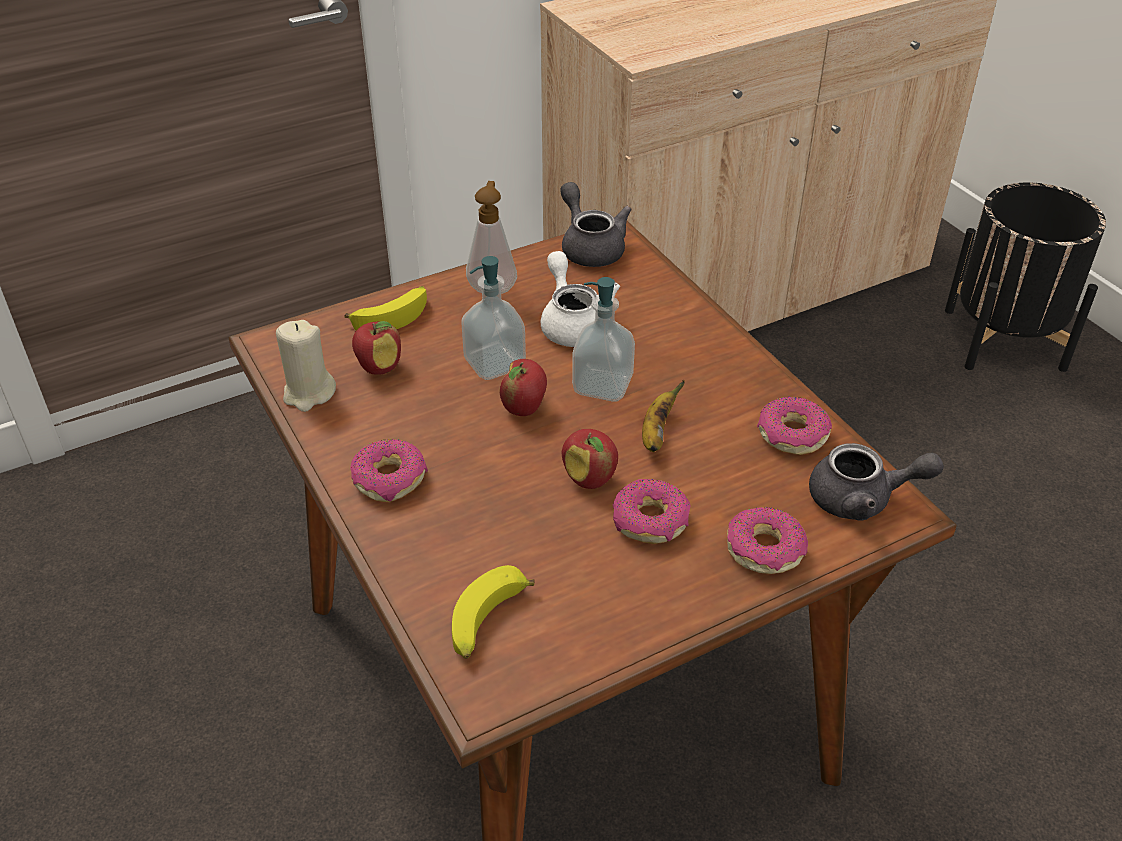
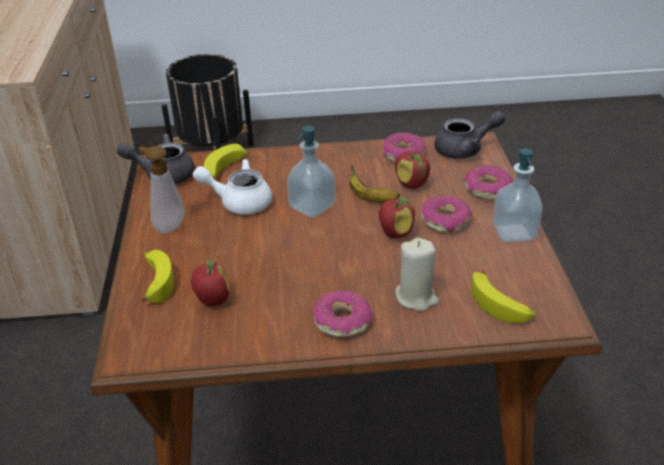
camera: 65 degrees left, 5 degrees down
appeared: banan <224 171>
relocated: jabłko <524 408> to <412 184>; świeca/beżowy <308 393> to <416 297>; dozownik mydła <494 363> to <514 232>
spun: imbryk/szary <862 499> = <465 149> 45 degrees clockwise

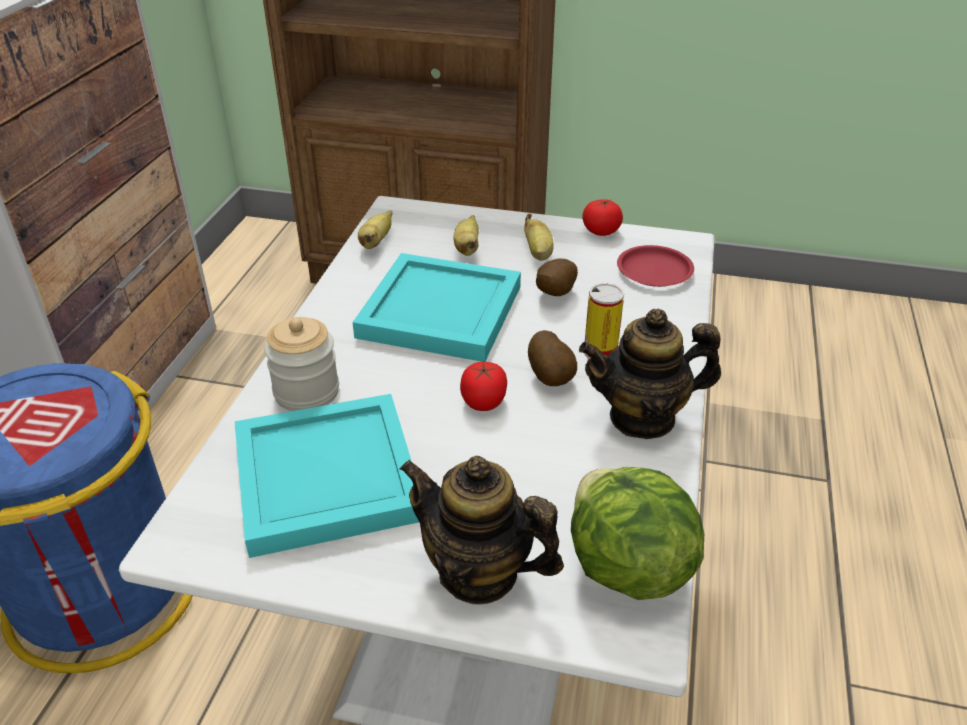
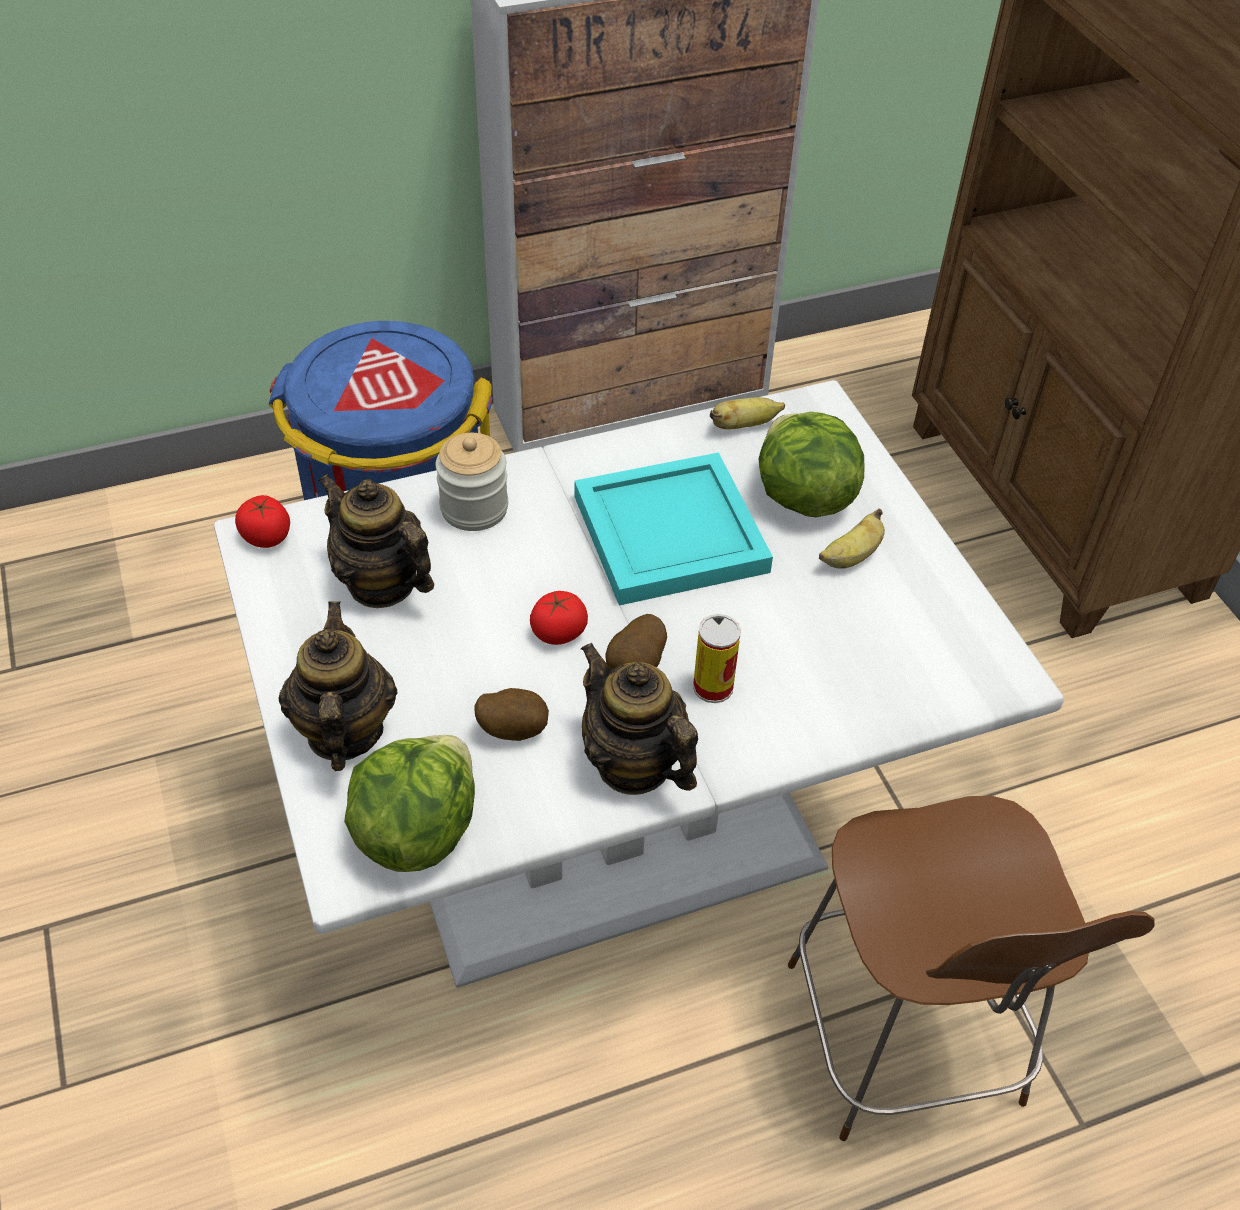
camera: 55 degrees right, 10 degrees up
missing: talerz/czerwony <654 271>
appeared: krzesło/brązowy <906 1042>
relocated: pomidor <601 231> to <266 537>; ziemniak <553 294> to <513 729>
exchanged: taca/turkusowy <330 478> to imbryk <382 583>; banan <467 248> to sałata <802 497>

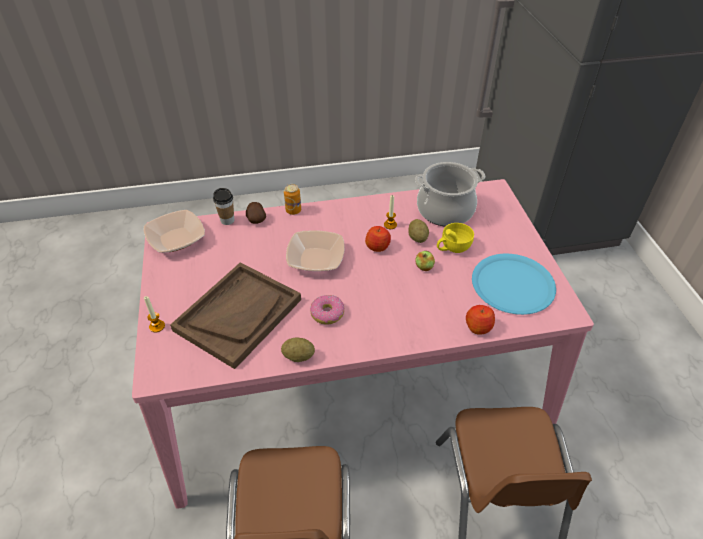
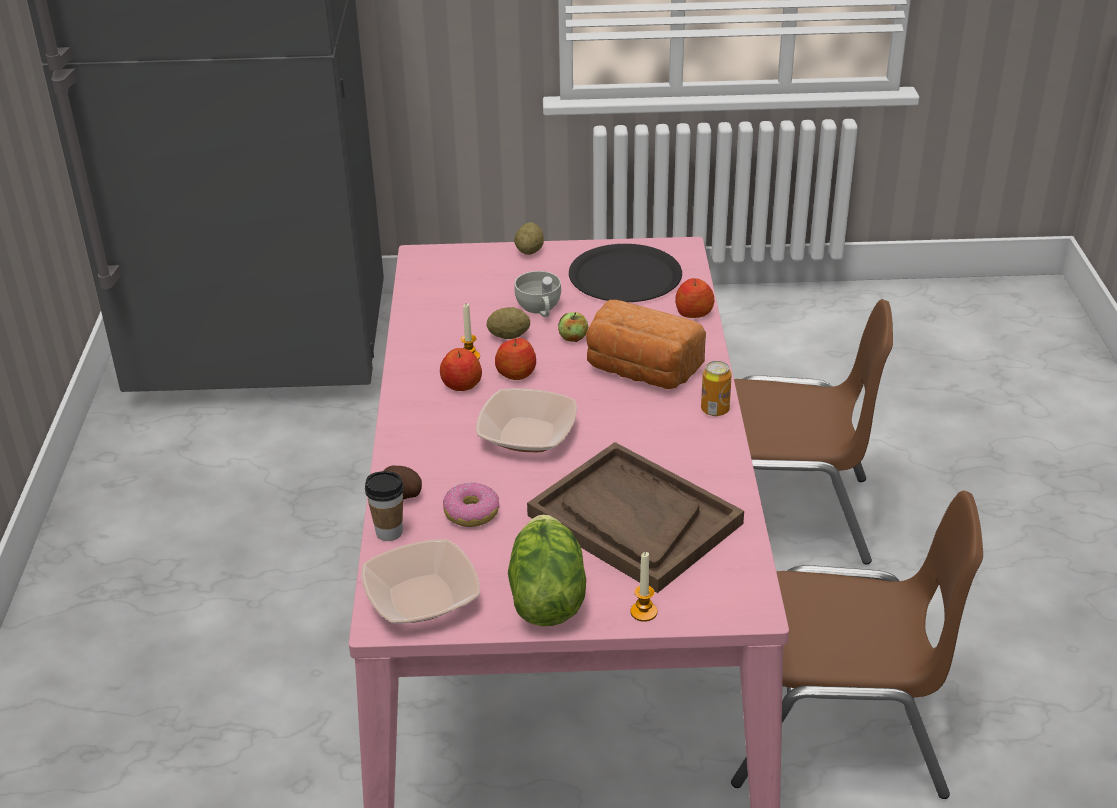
camera: 80 degrees left, 10 degrees down
missing: garnek <445 210>
appeared: jabłko <461 385>; sałata <545 598>; chleb <640 371>
relocated: donut <327 314> to <472 513>; ziemniak <298 356> to <529 251>; puszka <293 210> to <715 410>
colour: filiżanka/żółty <452 248> to filiżanka/biały <540 310>; talerz/niebieski <512 284> to talerz/czarny <625 276>

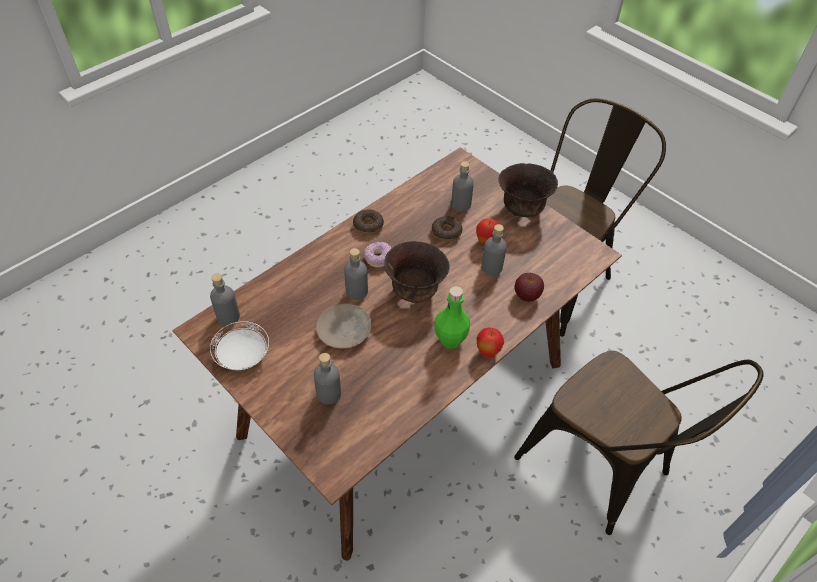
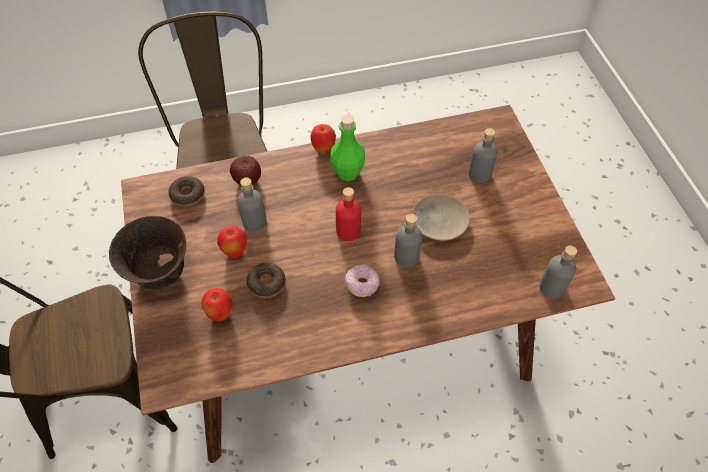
camera: 150 degrees left, 5 degrees up
missing: talerz/biały <242 355>
relocated: donut <368 225> to <187 195>
exchanged: butelka/szary <461 204> to jabłko <220 314>; miska/brązowy <414 291> to butelka/czerwony <348 231>

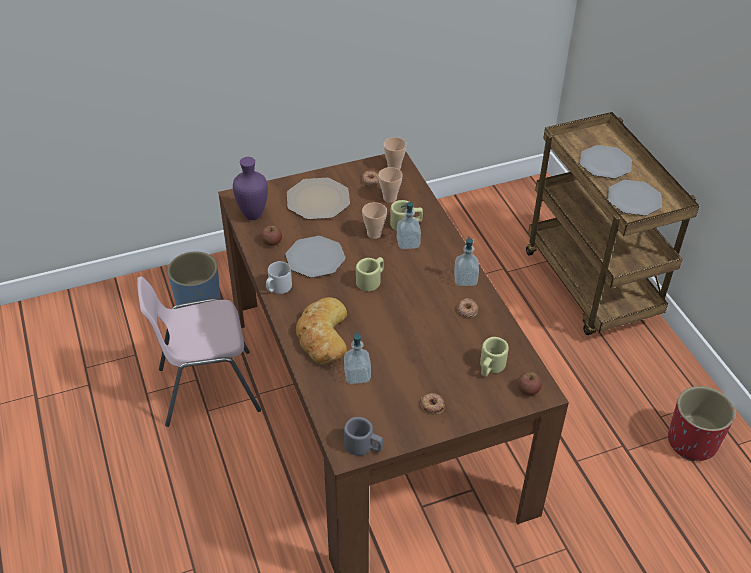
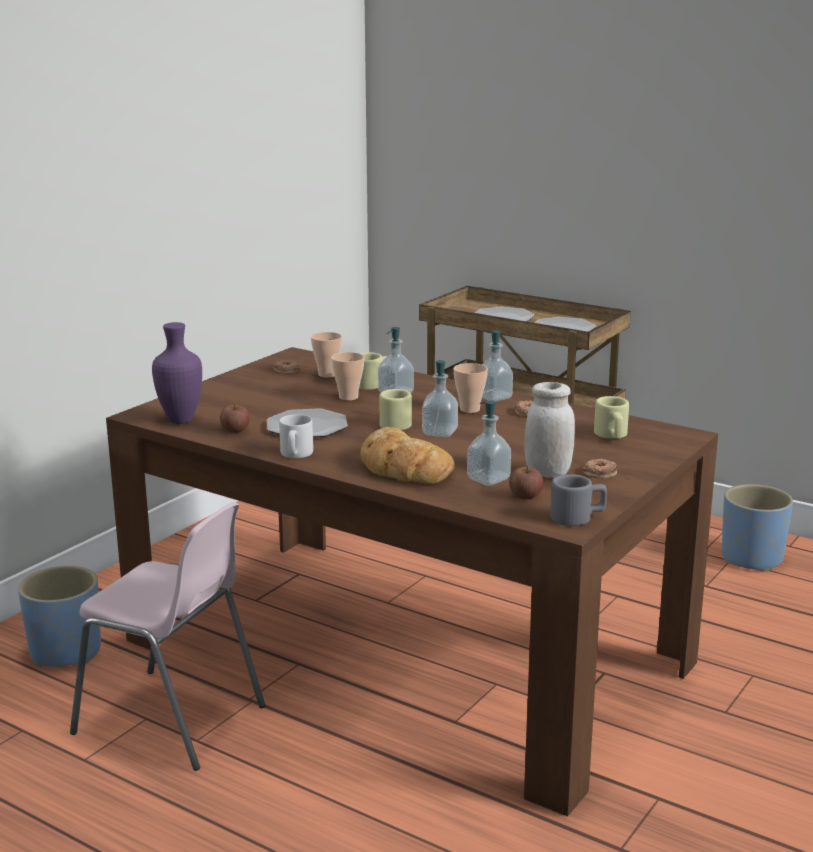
camera: 35 degrees left, 25 degrees down
missing: talerz <318 199>
appeared: dozownik mydła <440 432>; słoik/biały <548 472>
relocated: filiżanka <394 167> to <469 410>; jabłko <528 390> to <525 496>
colour: donica/czerwony <692 441> to donica/niebieski <751 558>
spun: krzesło/różowy <207 388> = <172 720> 105 degrees counterclockwise

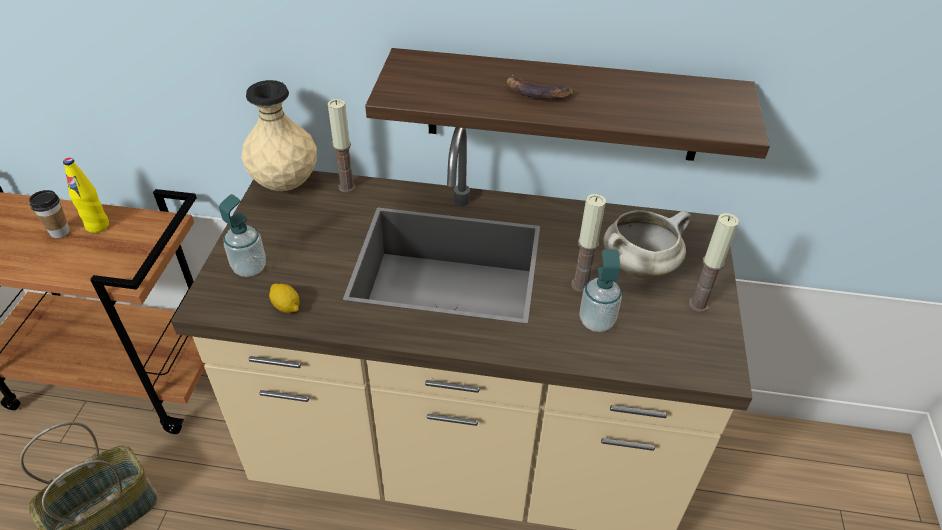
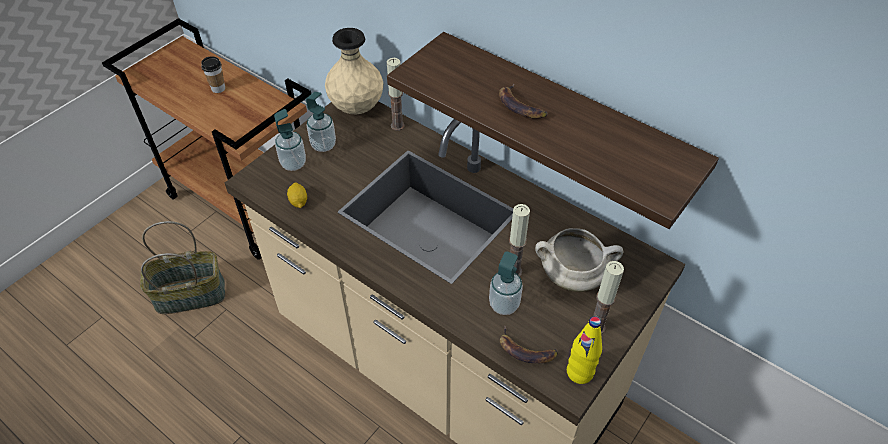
camera: 30 degrees right, 5 degrees up
appeared: dozownik mydła <323 145>; banan <526 350>
relocated: butelka/żółty <97 226> to <579 372>

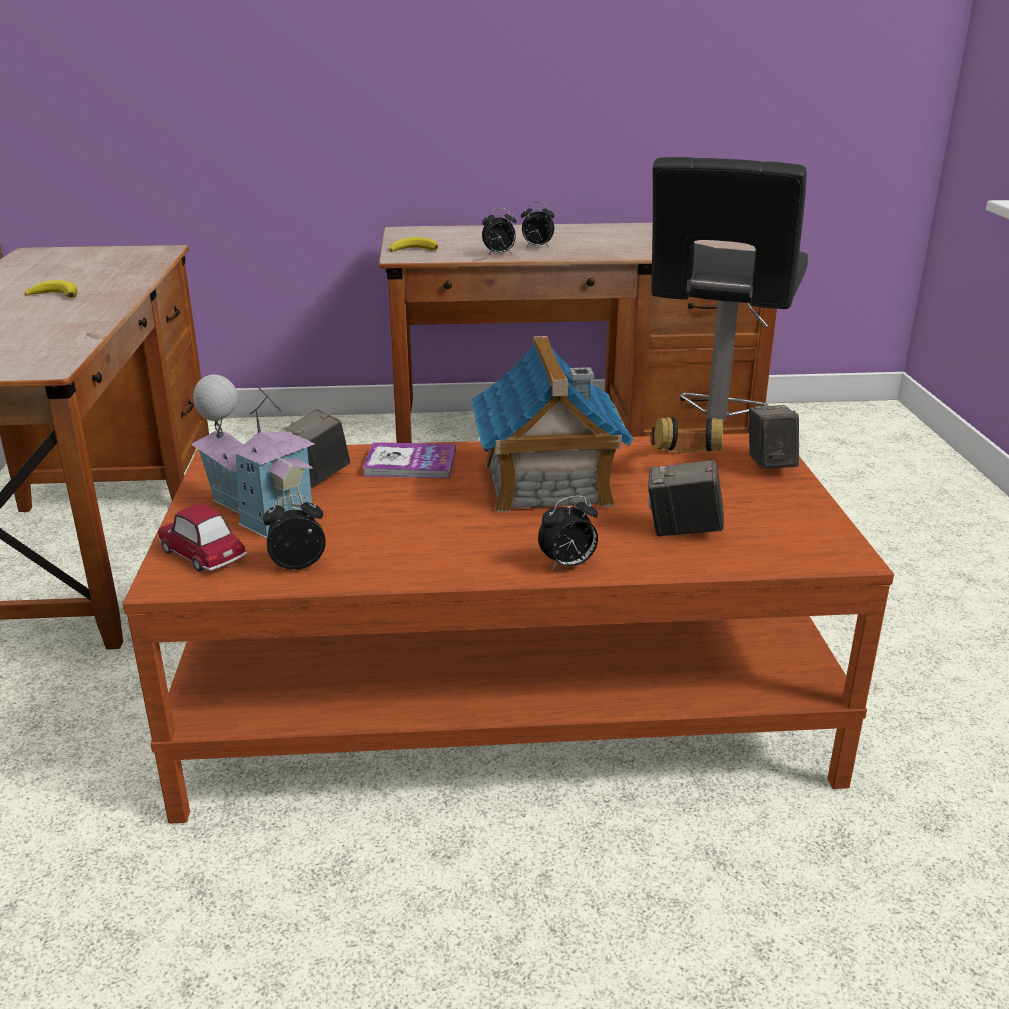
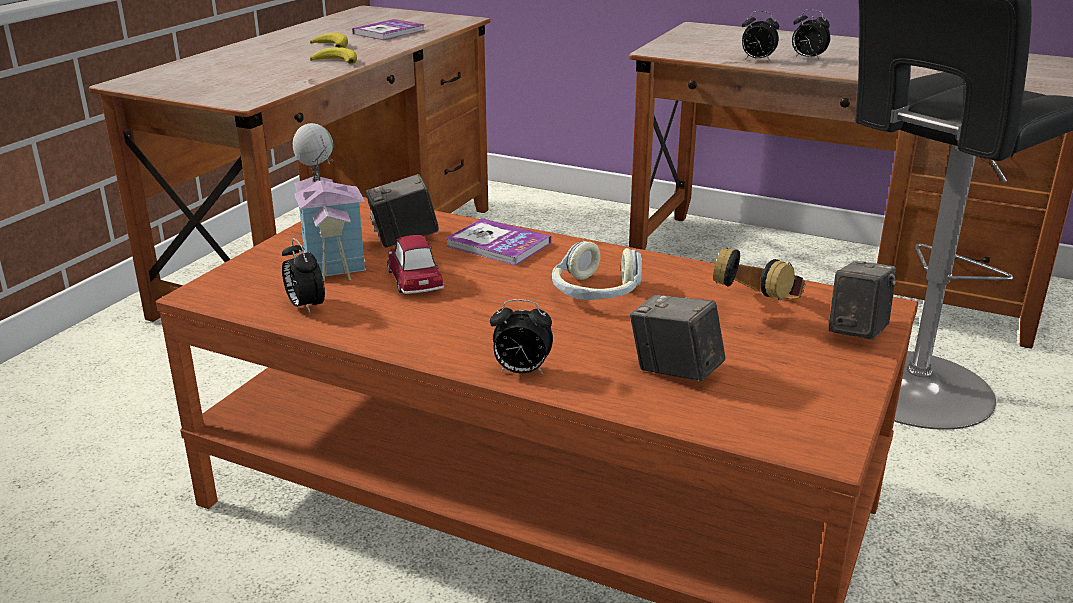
camera: 30 degrees right, 0 degrees up
appeared: książka <389 32>
relocated: banan <413 249> to <336 60>; samochodzik <201 553> to <414 279>
exchanged: domek <546 484> to słuchawki <596 293>
spun: budzik <298 565> = <305 306> 135 degrees counterclockwise

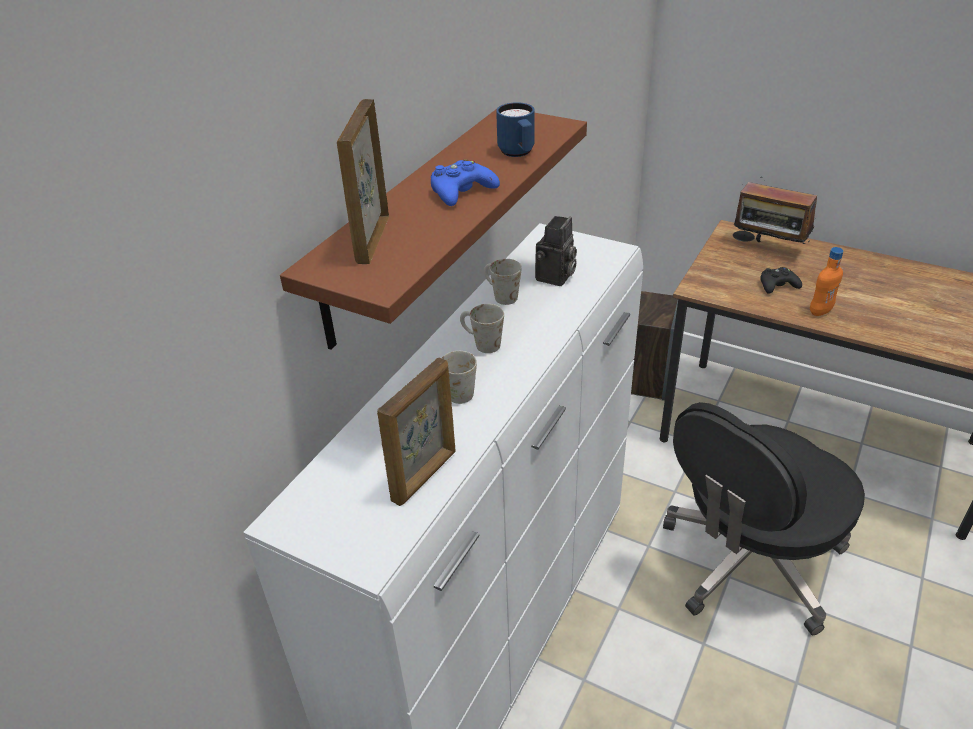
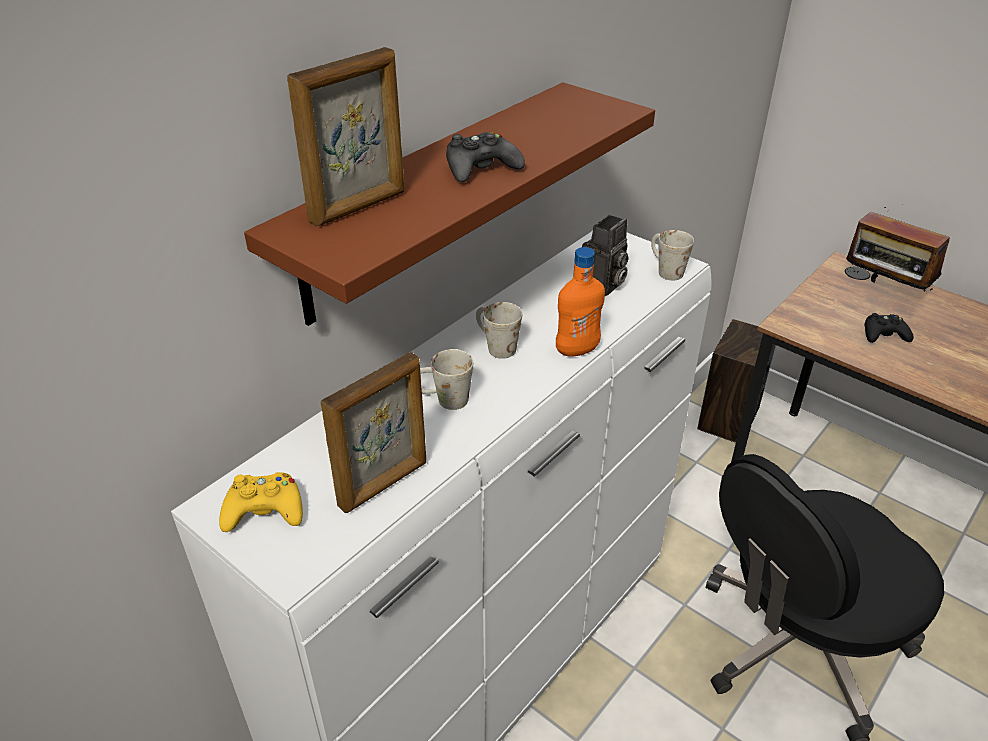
camera: 10 degrees right, 0 degrees up
missing: kubek/niebieski <518 153>
appeared: pad do gier/żółty <264 510>
relocated: butelka/pomarańczowy <820 311> to <577 350>; kubek/biały <500 295> to <665 270>
colour: pad do gier/niebieski <462 191> to pad do gier/czarny <481 168>
spun: ramka na zdjęcie <372 239> = <359 207> 150 degrees counterclockwise

